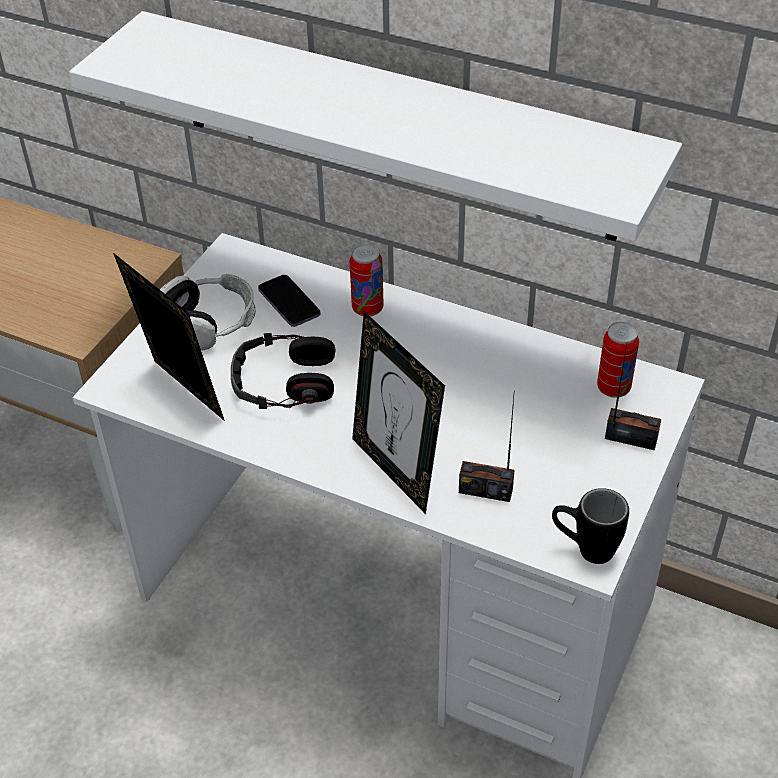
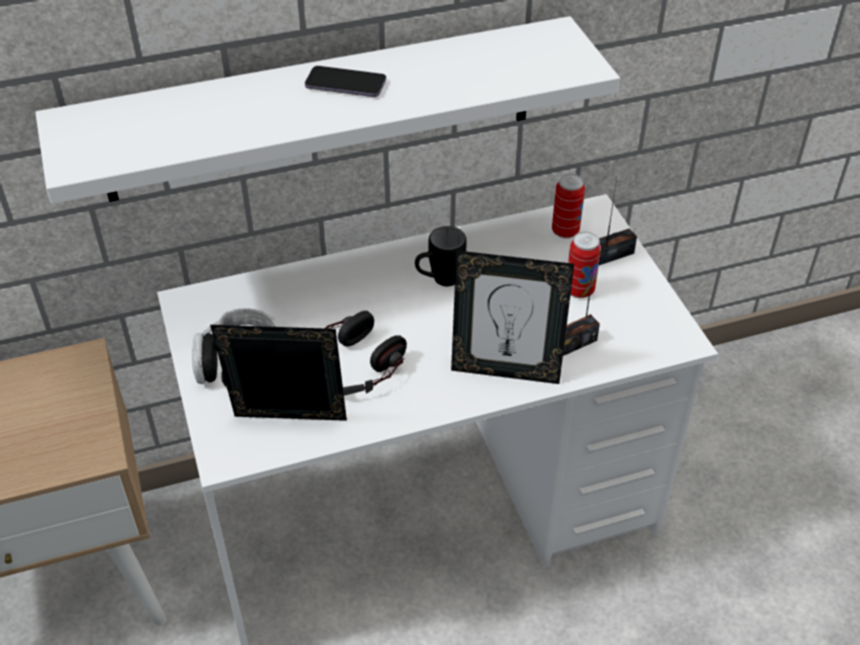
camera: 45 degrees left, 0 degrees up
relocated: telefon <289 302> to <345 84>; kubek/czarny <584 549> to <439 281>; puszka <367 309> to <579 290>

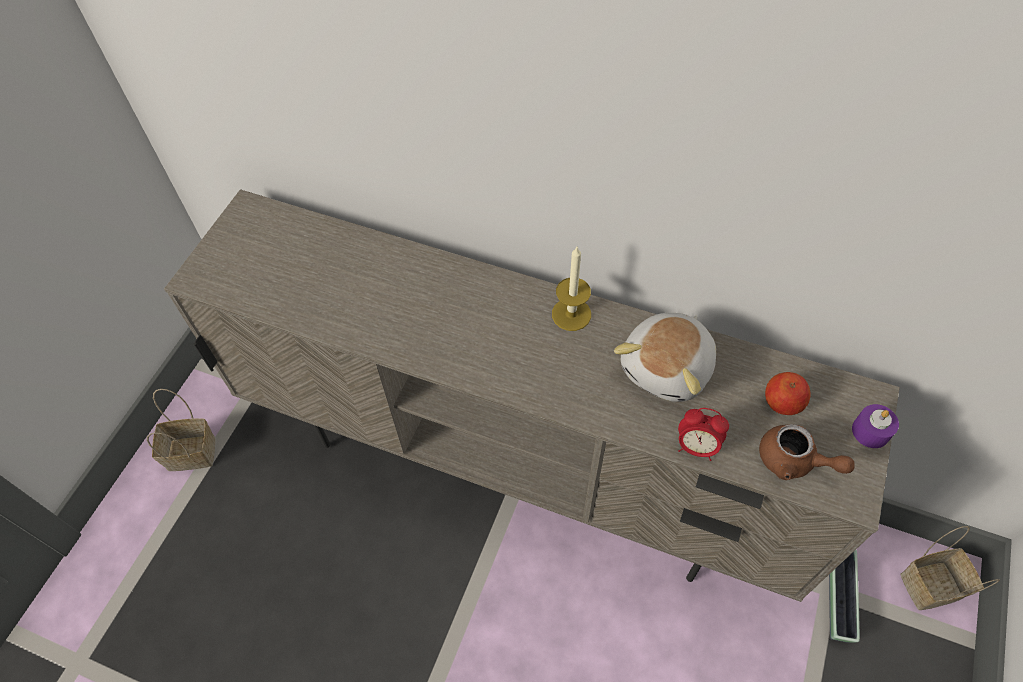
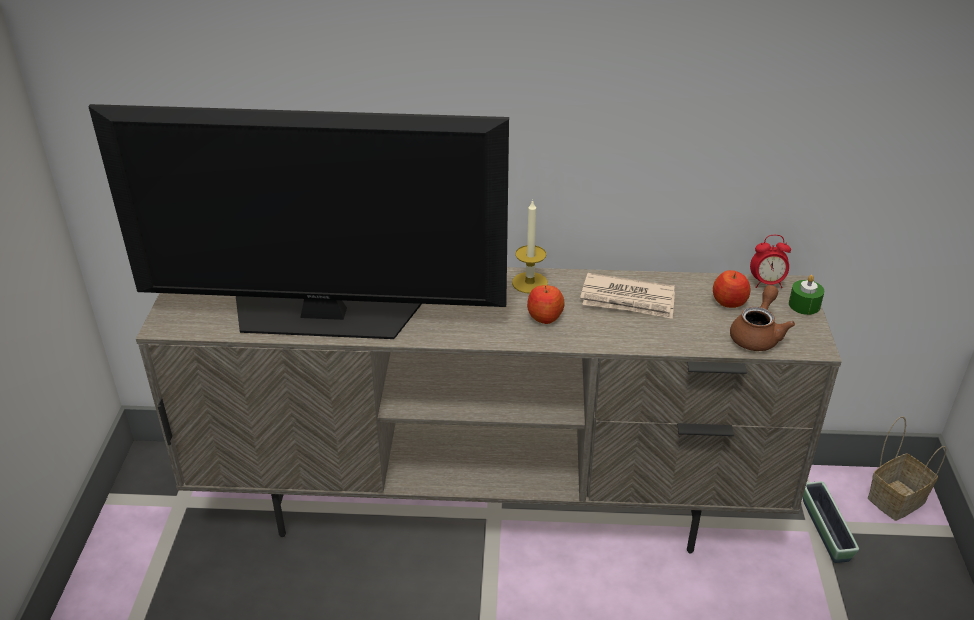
camera: 20 degrees left, 20 degrees down
missing: koszyk <193 452>
appeared: telewizor <324 315>; jabłko <544 316>
relocated: budzik <696 447> to <766 283>
exchanged: pluszak <668 368> to gazeta <628 300>
colour: świeca/fioletowy <870 431> to świeca/zielony <804 305>
spun: imbryk/brązowy <794 461> = <757 335> 75 degrees counterclockwise

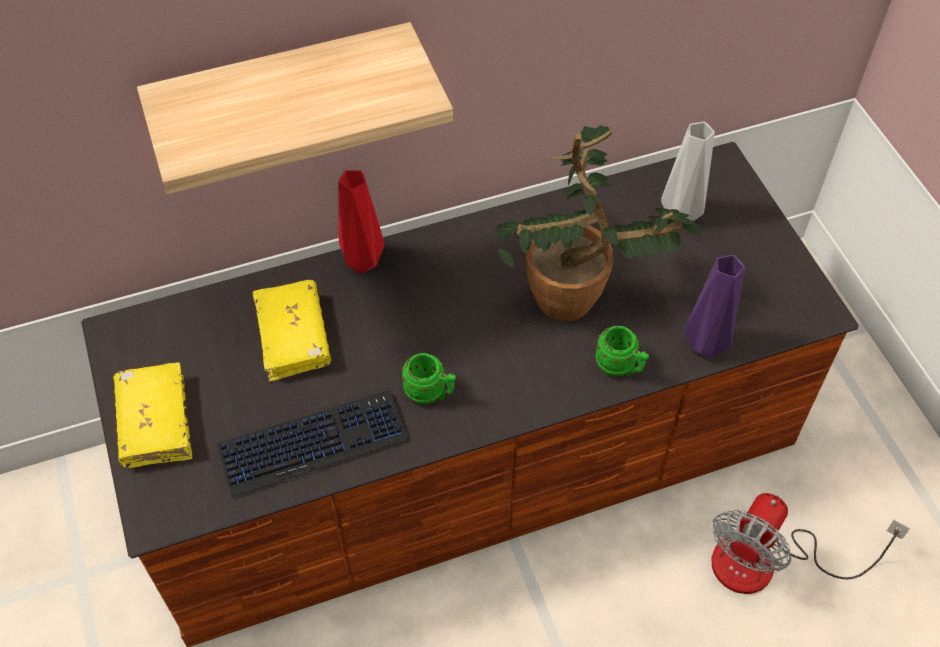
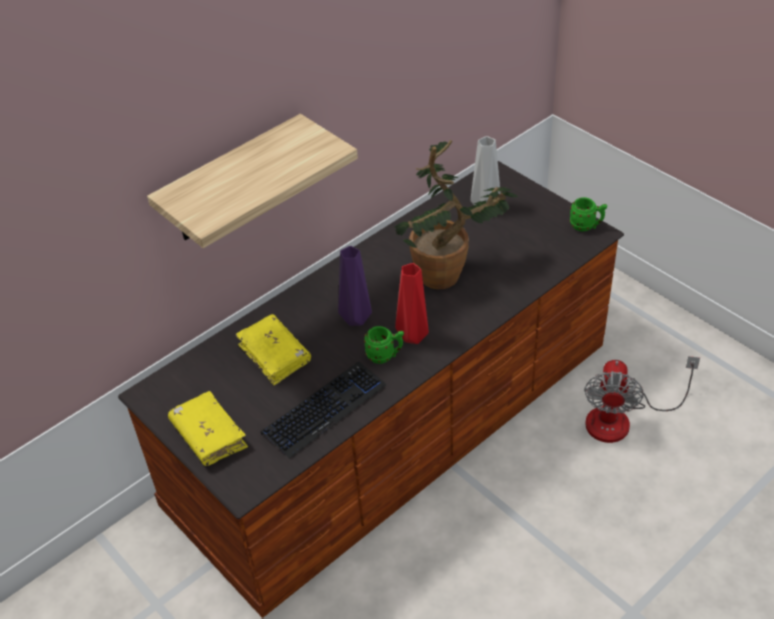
camera: 20 degrees left, 10 degrees down
relocated: wazon/fioletowy <703 344> to <354 319>; wazon/czerwony <361 263> to <413 338>; kubek/zielony <620 368> to <586 226>

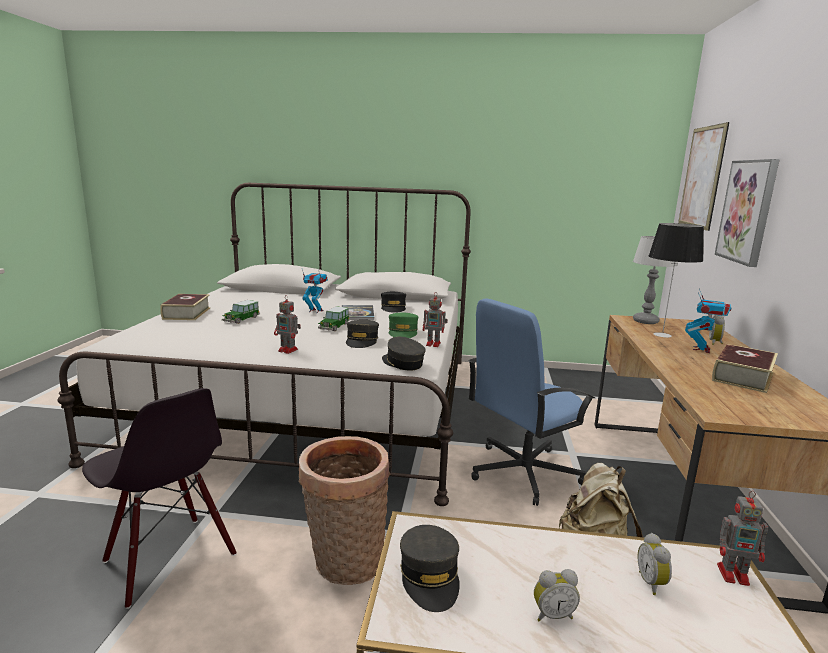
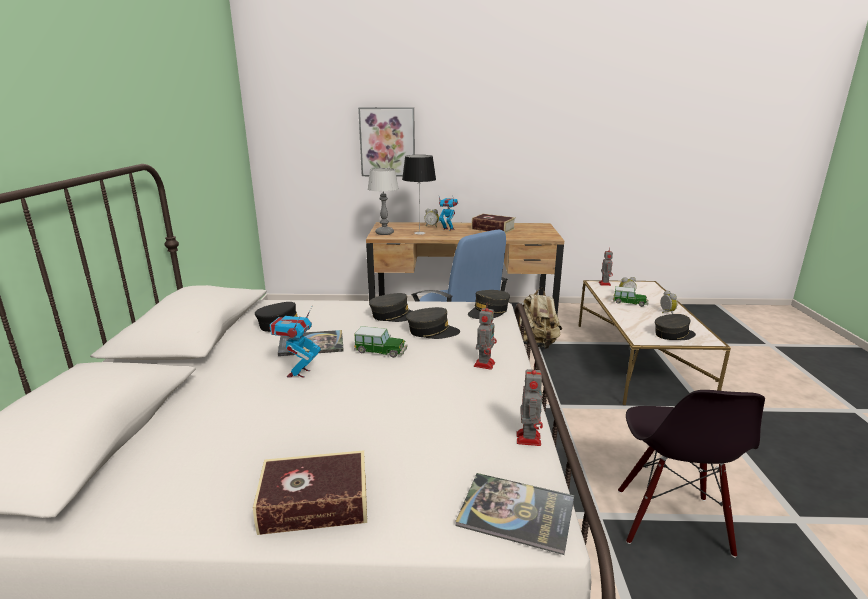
camera: 95 degrees left, 5 degrees up
missing: koszyk <344 563>; obraz <702 177>
appeared: książka <516 512>
relocated: robot zabawkowy <434 344> to <528 438>; samochodzik <241 319> to <630 303>
colour: czapka z daszkiem/zielony <403 332> to czapka z daszkiem/szary <393 316>
spun: krzesło/czarny <168 559> = <670 521> 150 degrees clockwise

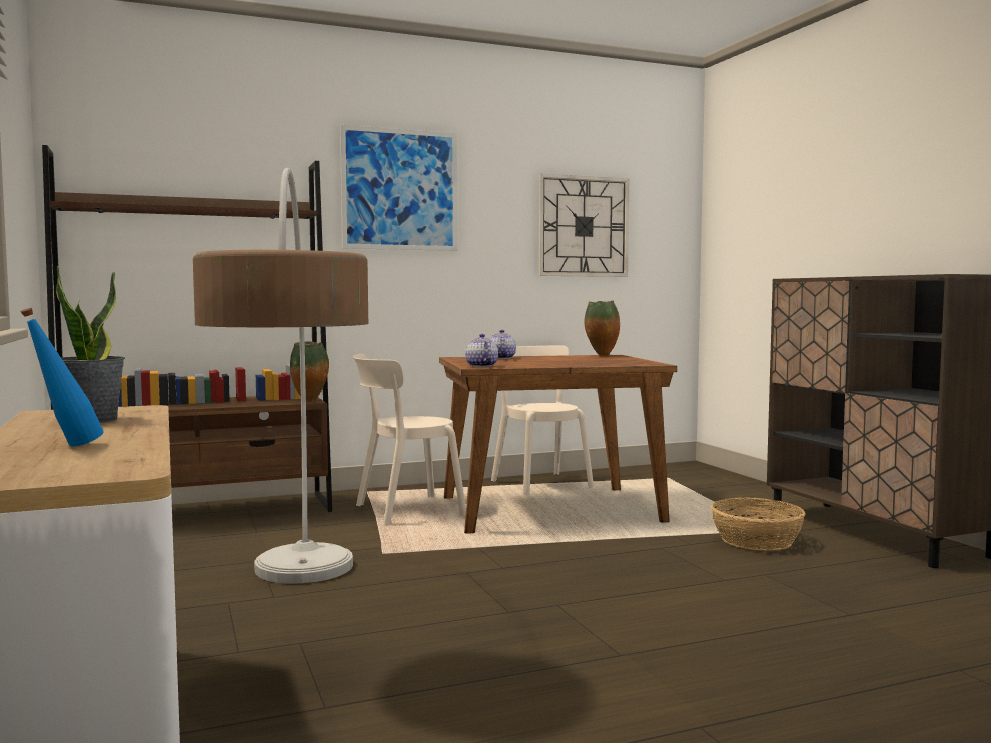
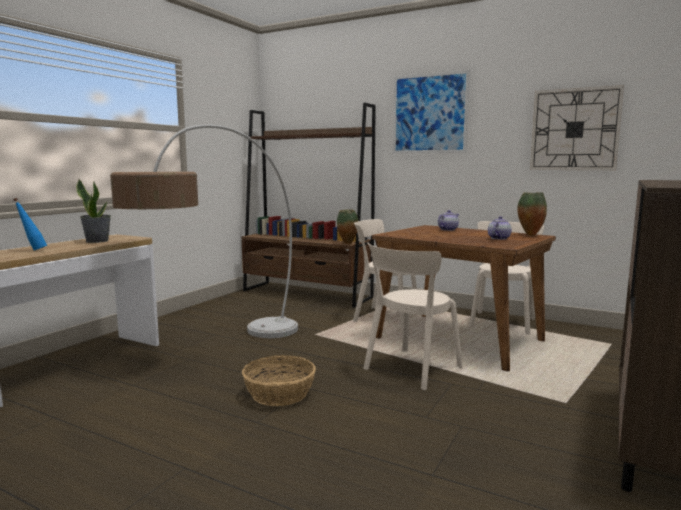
camera: 50 degrees right, 5 degrees up
appeared: krzesło/beżowy <410 370>
relocated: koszyk <757 540> to <280 393>; imbryk <480 366> to <498 238>

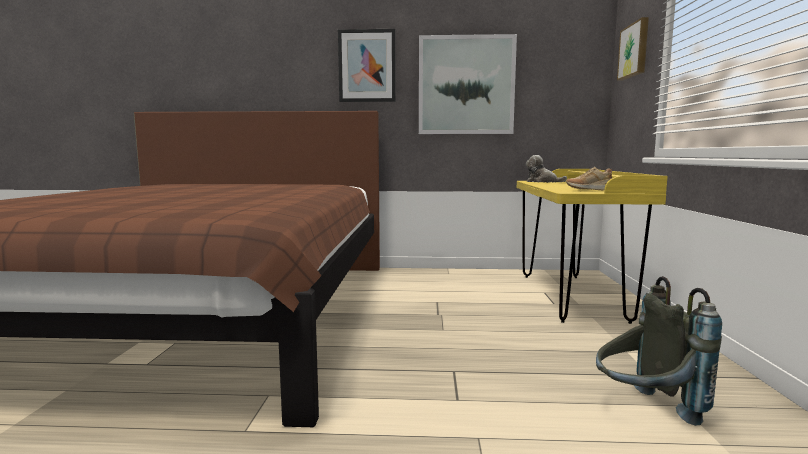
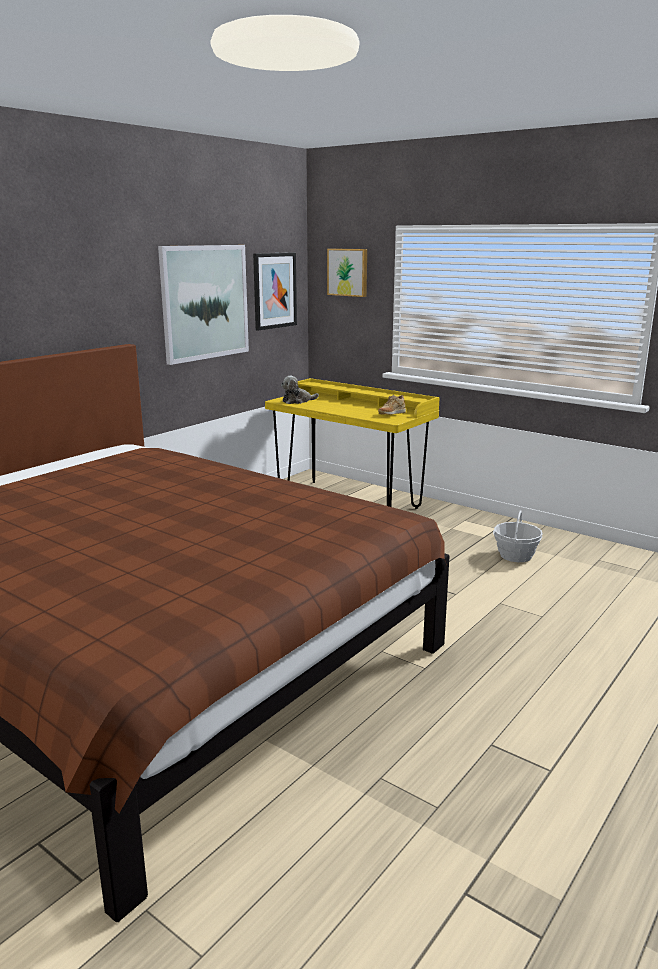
camera: 55 degrees left, 10 degrees up
relocated: obraz <367 66> to <274 290>
exchanged: plecak/szary <645 411> to koszyk <515 555>

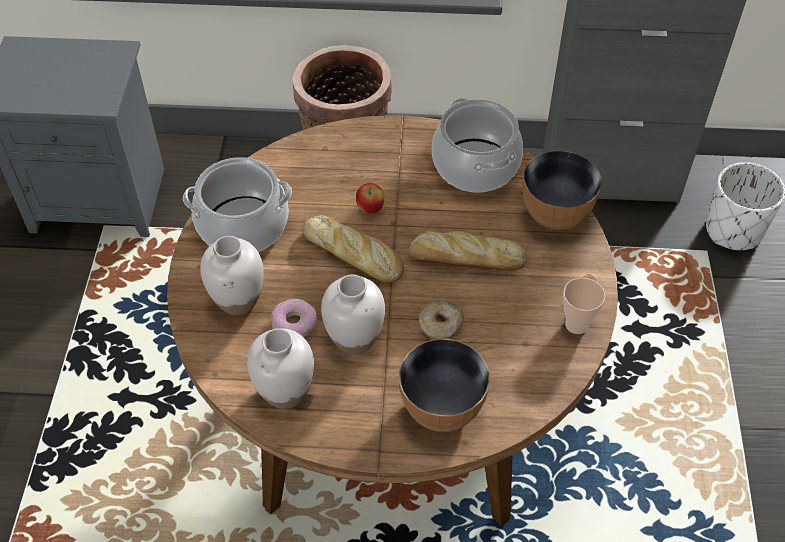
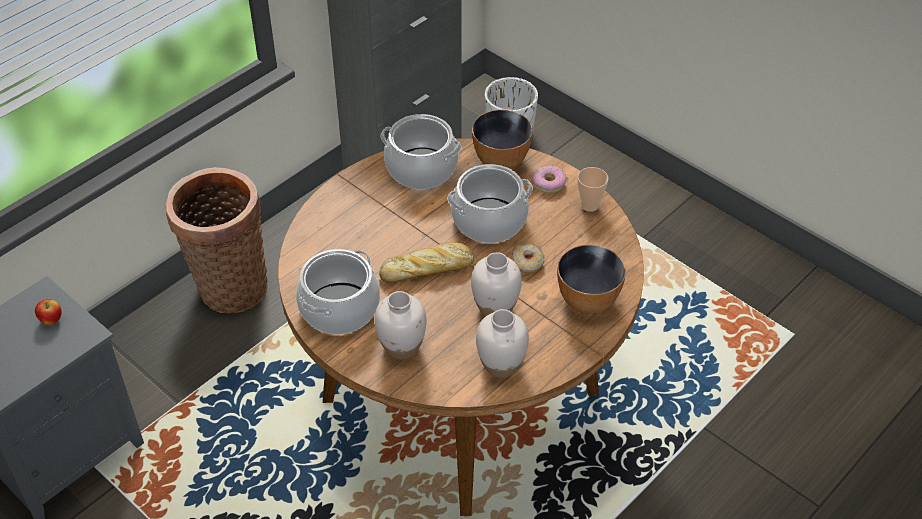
camera: 50 degrees left, 5 degrees down
relocated: jabłko <370 209> to <51 320>; donut <294 323> to <549 183>
exchanged: chleb <464 259> to garnek <489 221>

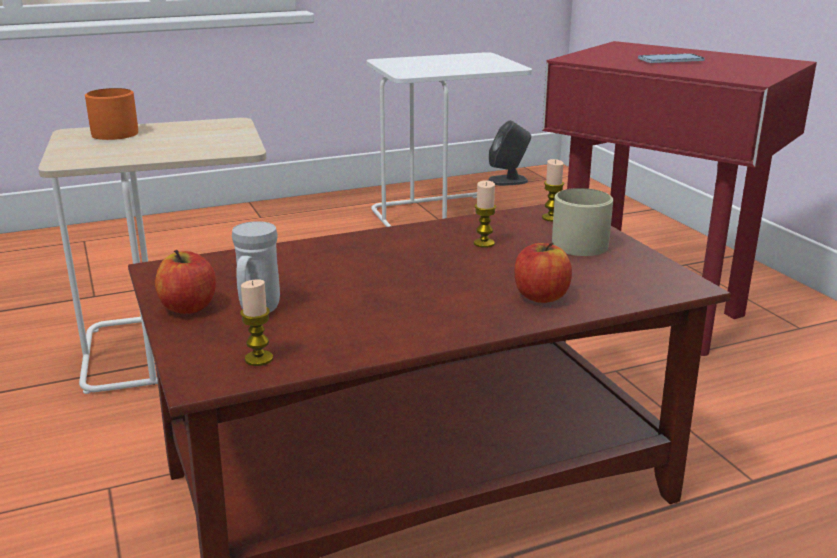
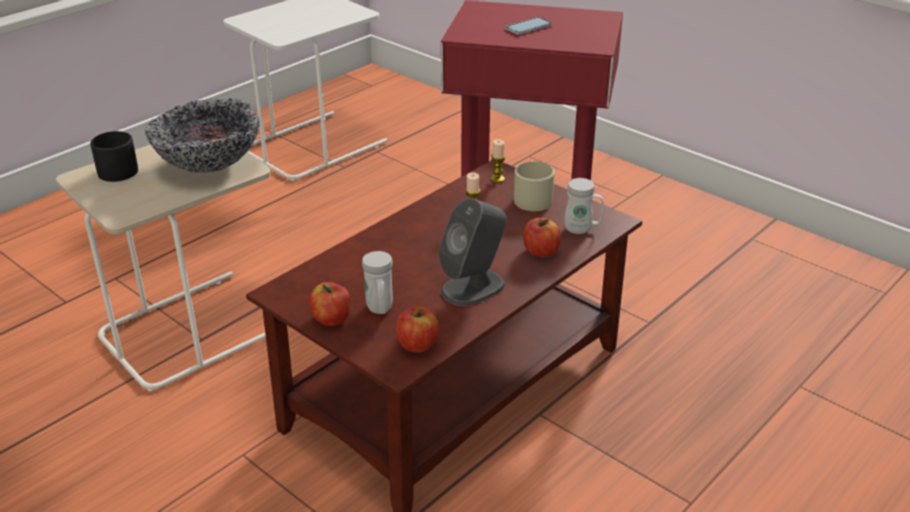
camera: 25 degrees left, 10 degrees up
appeared: miska <208 165>; kubek/biały <582 229>
relocated: głośnik/szary <508 180> to <473 287>
exchanged: świeca <259 359> to jabłko <417 344>
colour: kubek/pomarańczowy <119 132> to kubek/czarny <119 169>

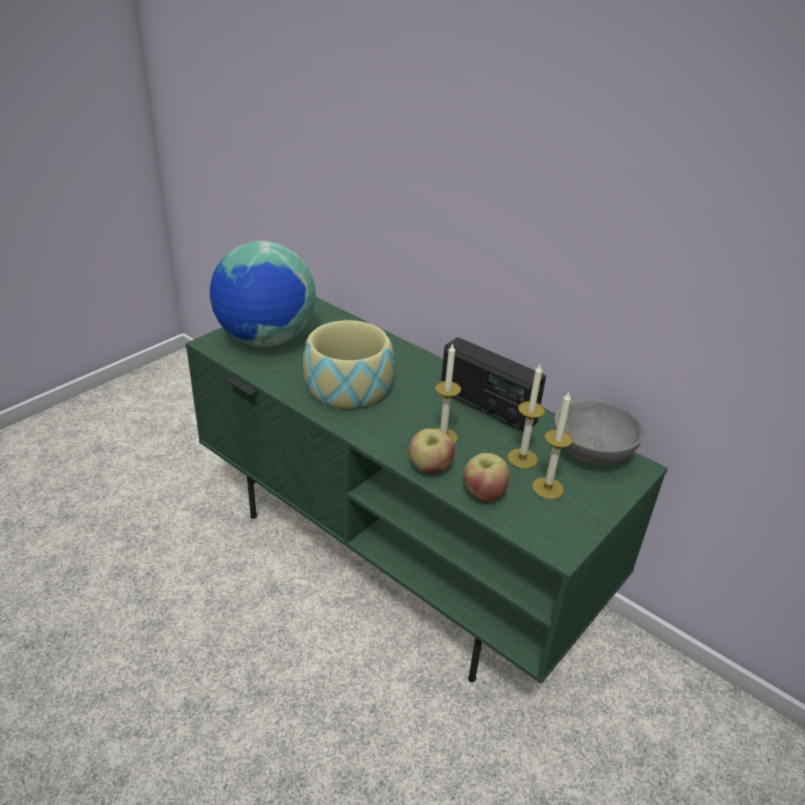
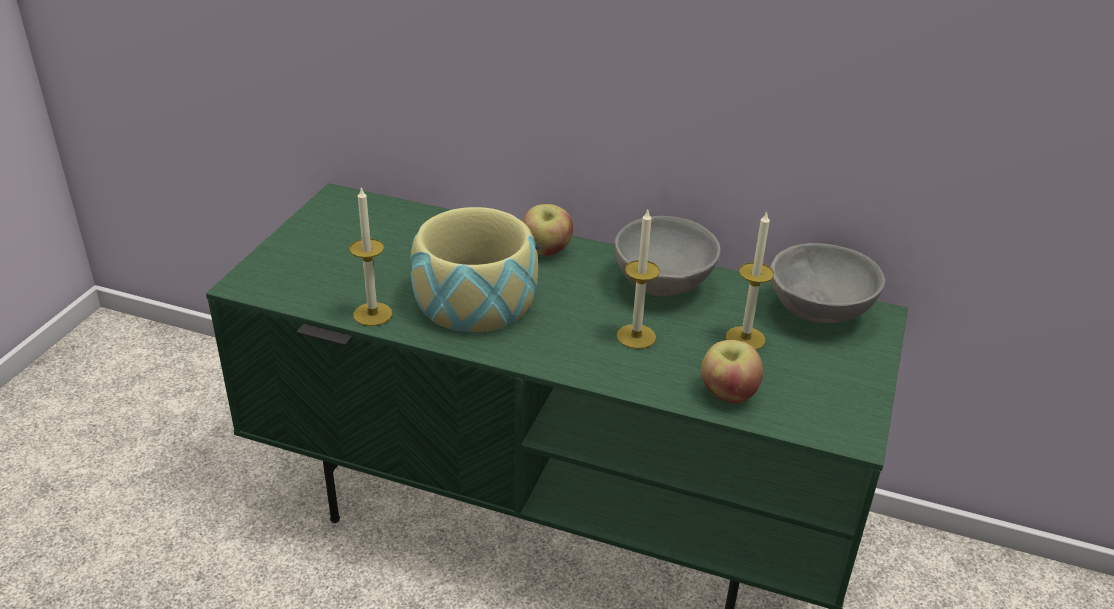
camera: 20 degrees left, 0 degrees up
missing: globus <265 339>
relocated: świeca <547 488> to <372 314>; jabłko <429 468> to <546 250>
exchanged: radio <487 407> to miska/szary <664 285>

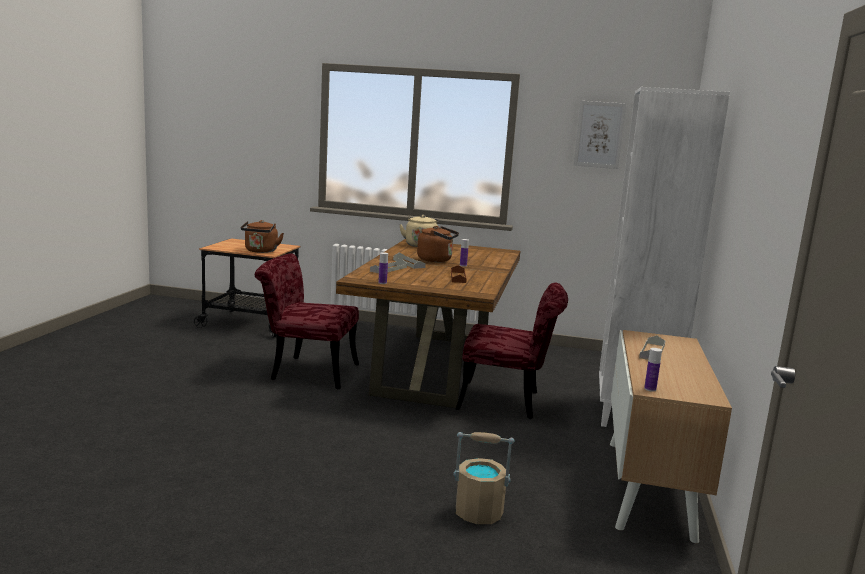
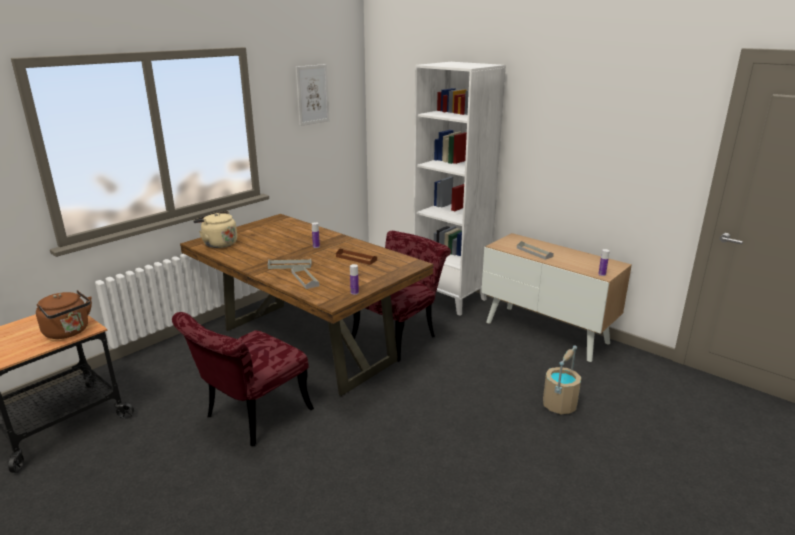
camera: 60 degrees left, 10 degrees up
missing: czajnik/brązowy <437 260>

